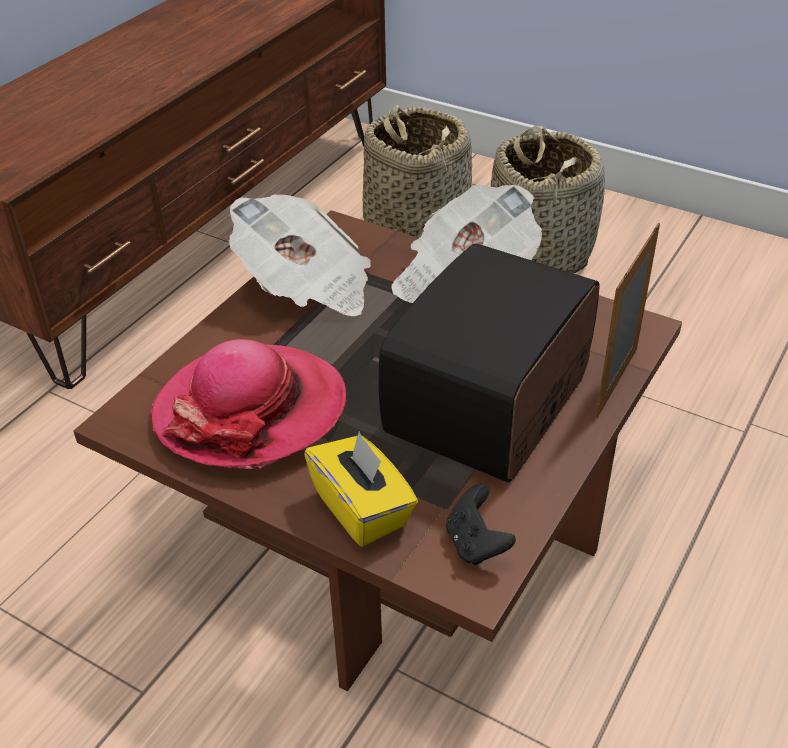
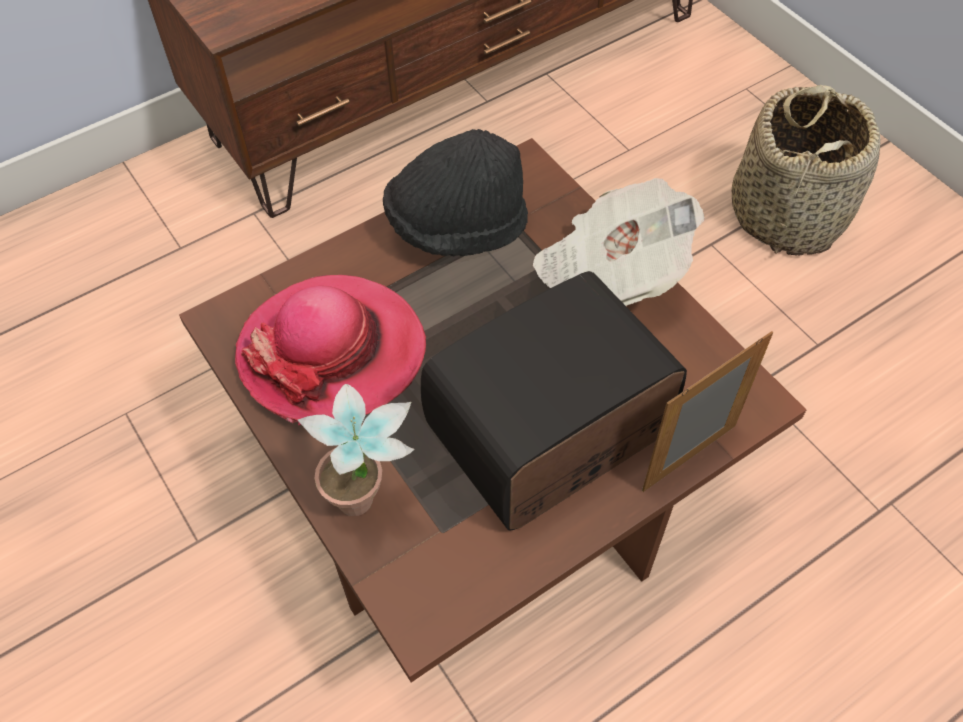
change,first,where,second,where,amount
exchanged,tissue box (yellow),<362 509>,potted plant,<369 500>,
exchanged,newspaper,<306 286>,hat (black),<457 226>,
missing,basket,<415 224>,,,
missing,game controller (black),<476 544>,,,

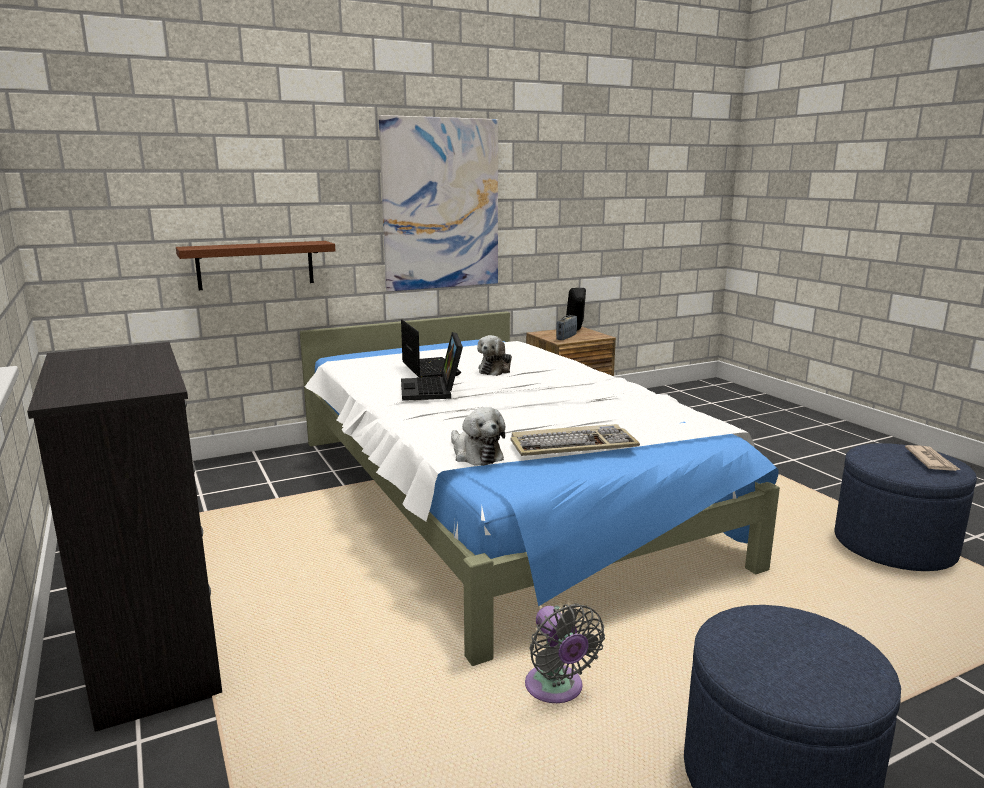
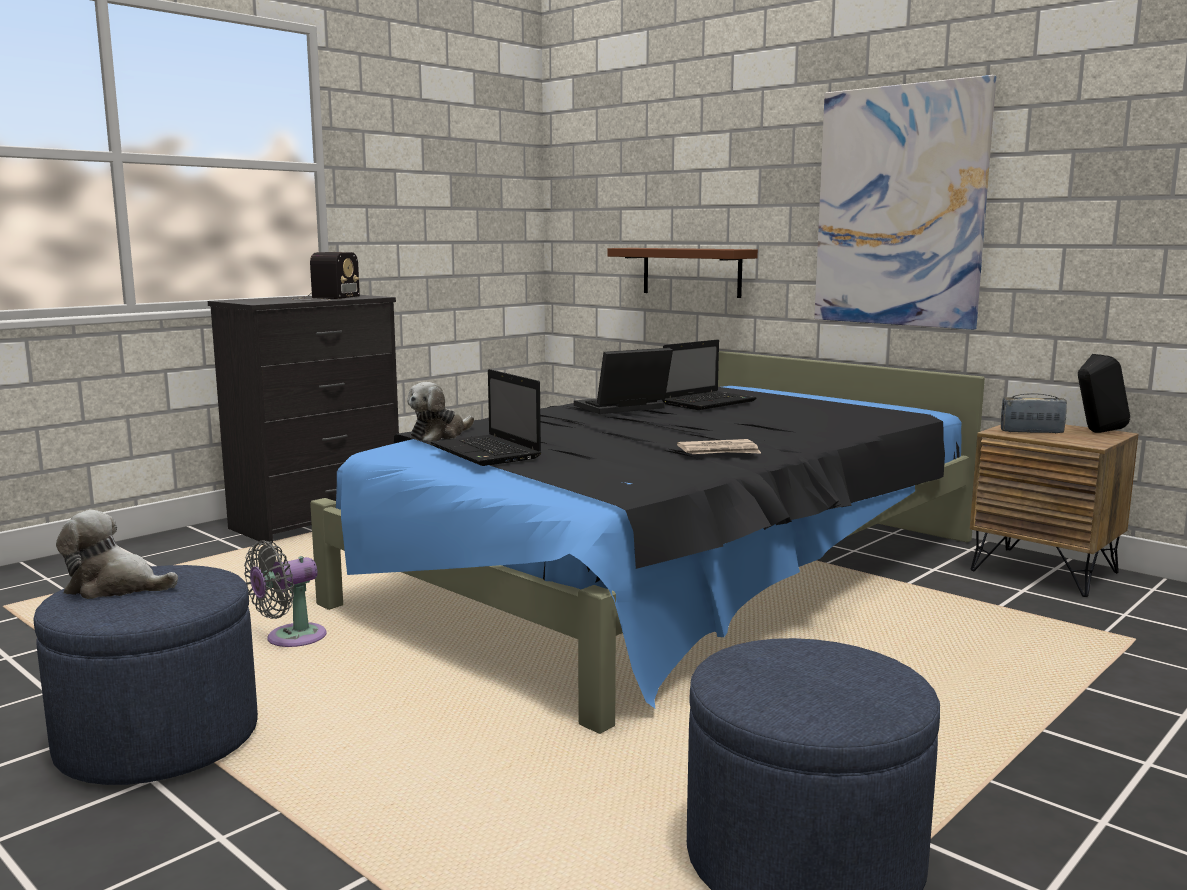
change,first,where,second,where,amount
relocated,plush toy,<496 370>,,<115 587>,
appeared,,,radio,<324 298>,
colour,bed (white),<498 498>,bed (black),<672 572>,
exchanged,keyboard,<573 445>,laptop,<487 453>,
relocated,newspaper,<931 461>,,<719 451>,

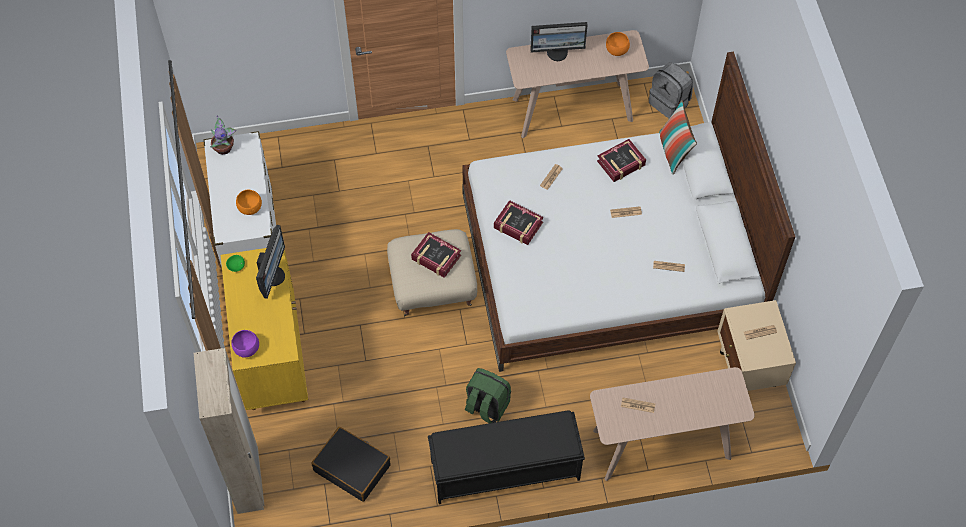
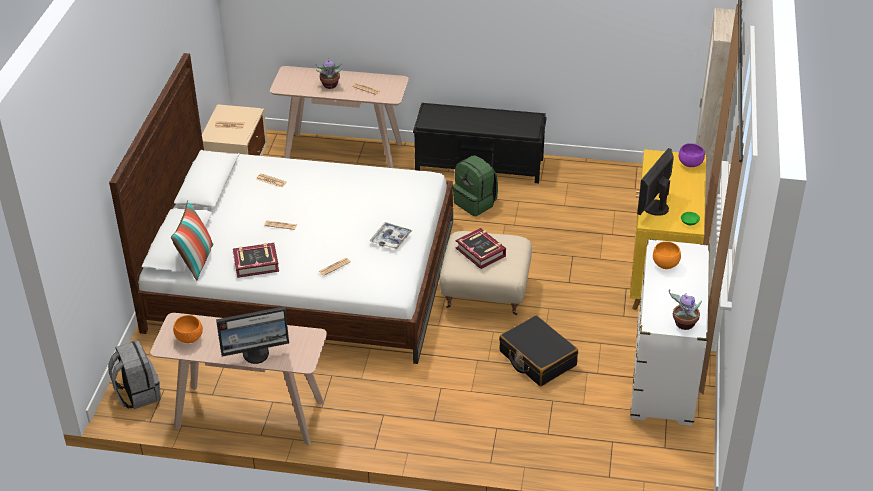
change,first,where,second,where,amount
spun,monitor,<557 52>,,<256 354>,150 degrees clockwise
appeared,,,potted plant,<330 85>,
exchanged,book,<518 225>,tray,<391 239>,
relocated,suitcase (black),<352 468>,,<537 359>,

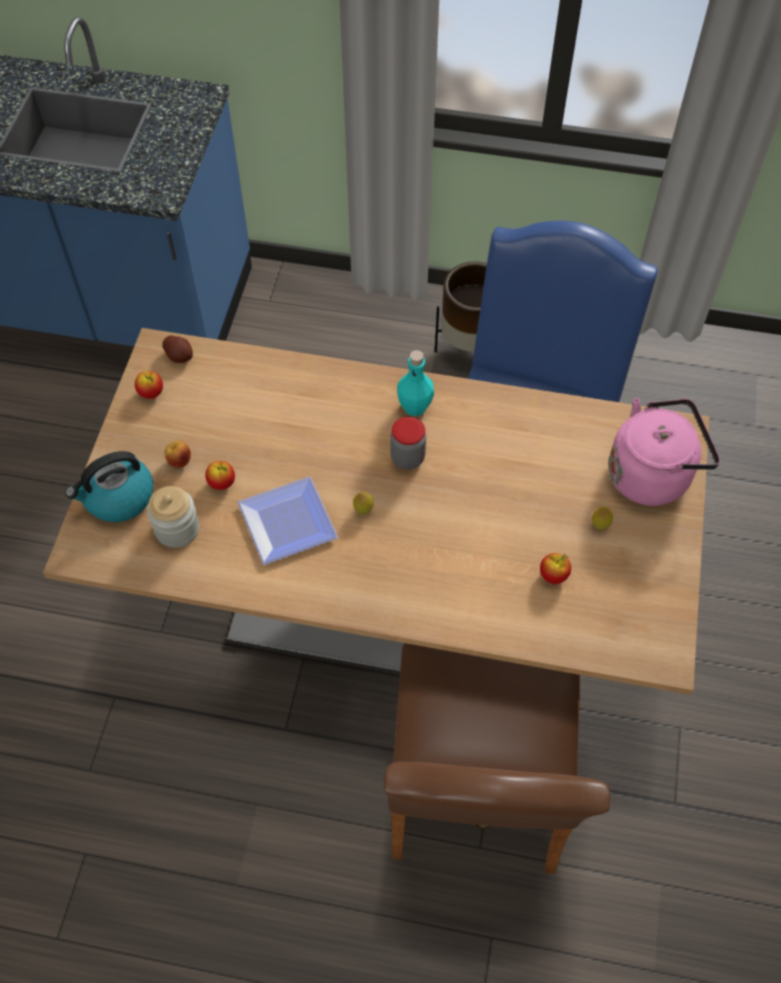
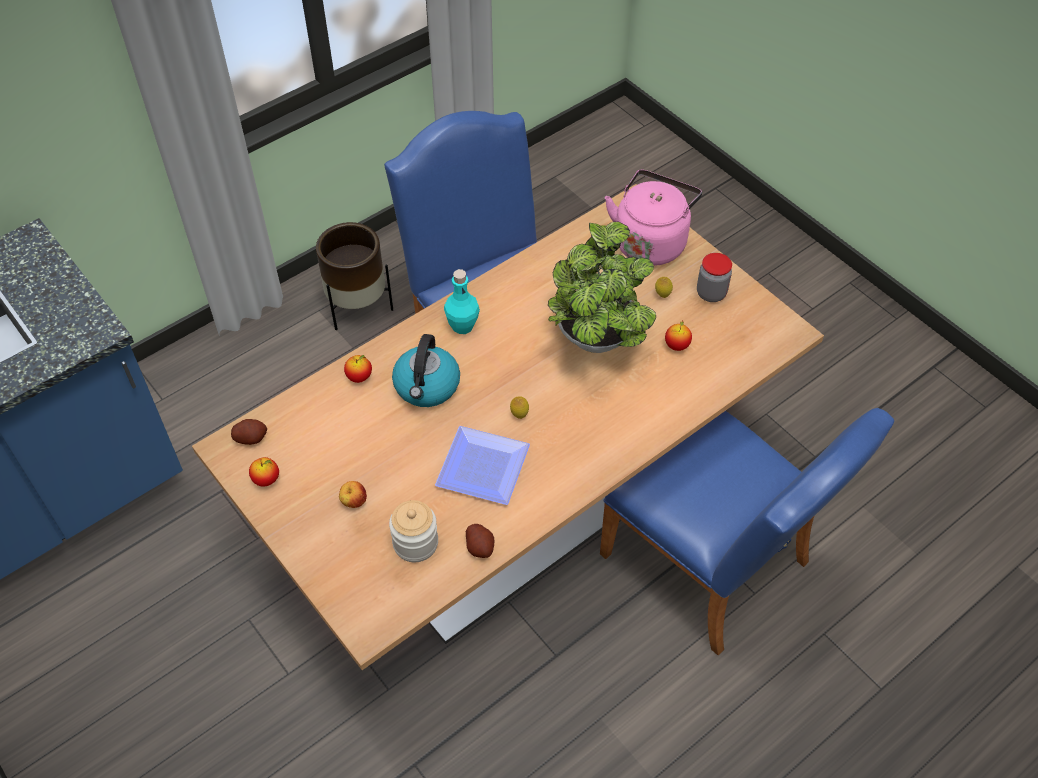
change,first,where,second,where,amount
relocated,apple,<222 483>,,<359 377>,
relocated,kettle,<118 498>,,<427 386>,
appeared,,,potato,<480 547>,
appeared,,,potted plant,<596 342>,
colour,chair (brown),<475 795>,chair (blue),<714 567>,
relocated,jar,<407 458>,,<711 293>,

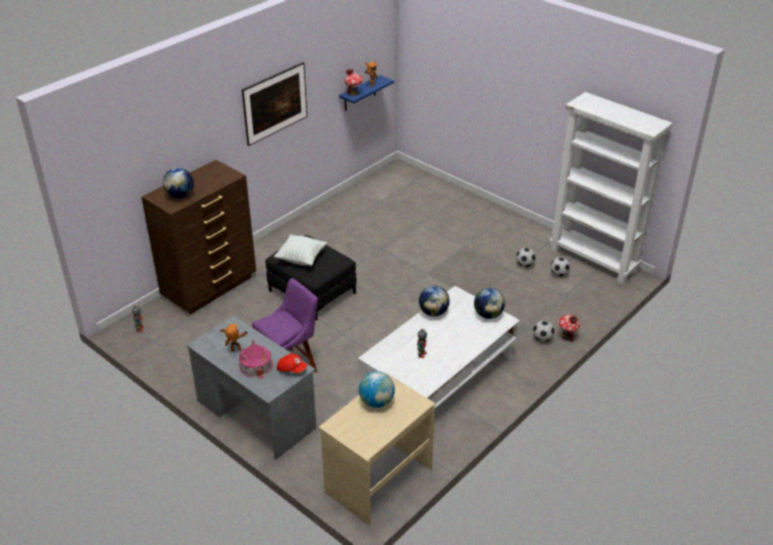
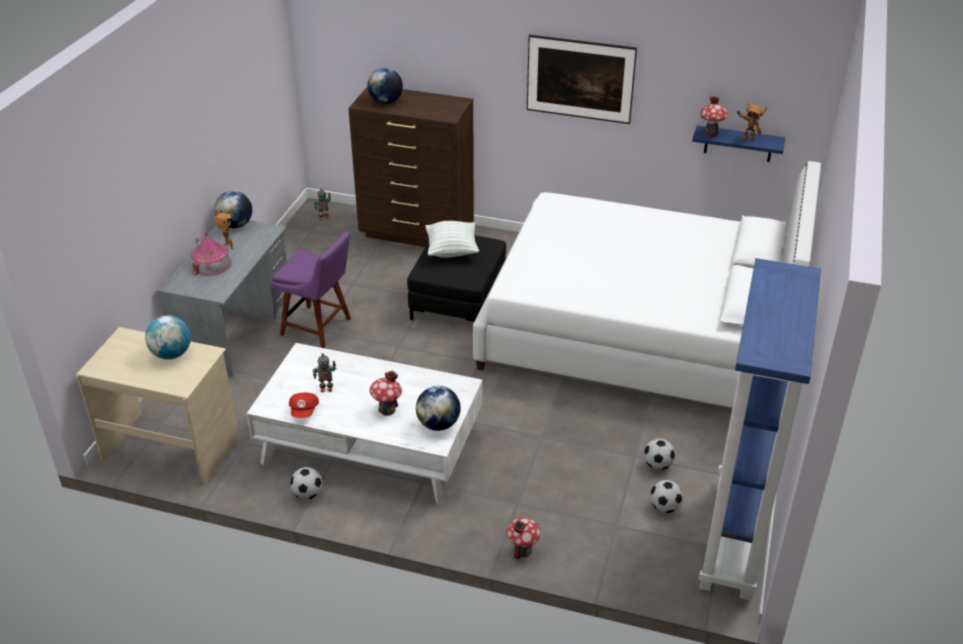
change,first,where,second,where,amount
relocated,globe,<433 312>,,<235 225>,
relocated,cap (red),<292 369>,,<304 411>,
relocated,football,<542 339>,,<308 494>,
appeared,,,toy house,<387 409>,
appeared,,,bed (white),<638 333>,
colour,bookcase (white),<594 260>,bookcase (blue),<734 540>,

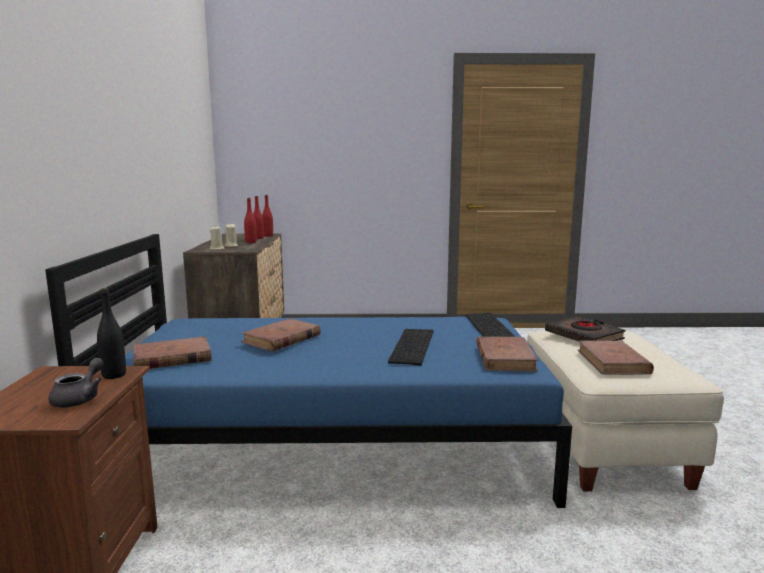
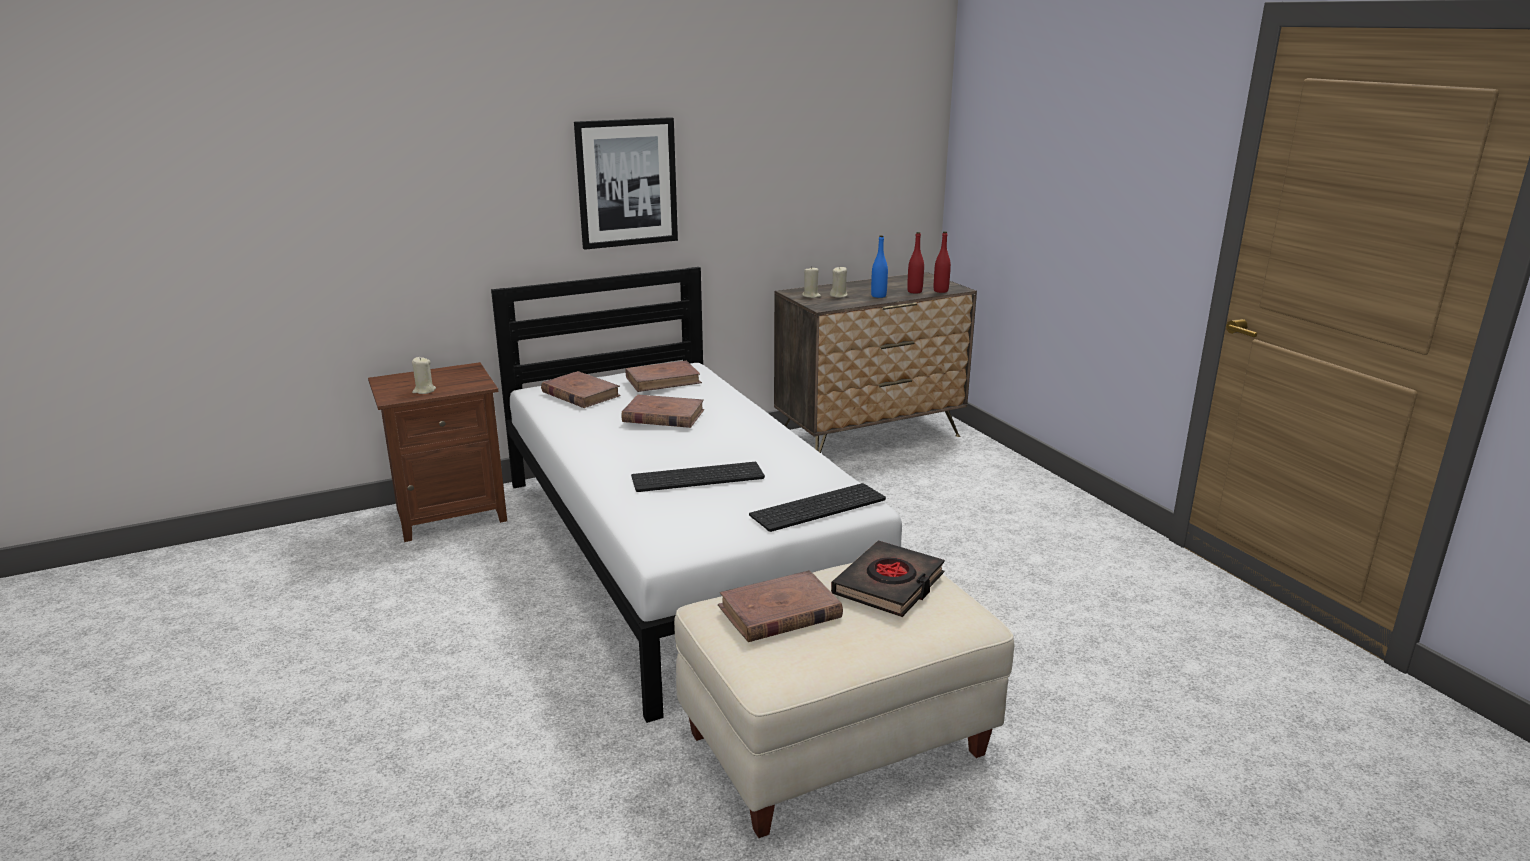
change,first,where,second,where,amount
exchanged,teapot (grey),<80 398>,candle (beige),<424 391>,
colour,bed (blue),<332 446>,bed (white),<682 553>,
appeared,,,picture,<627 183>,
relocated,book (brown),<505 358>,,<663 380>,
colour,bottle (red),<251 242>,bottle (blue),<878 296>,
missing,bottle (black),<114 375>,,,

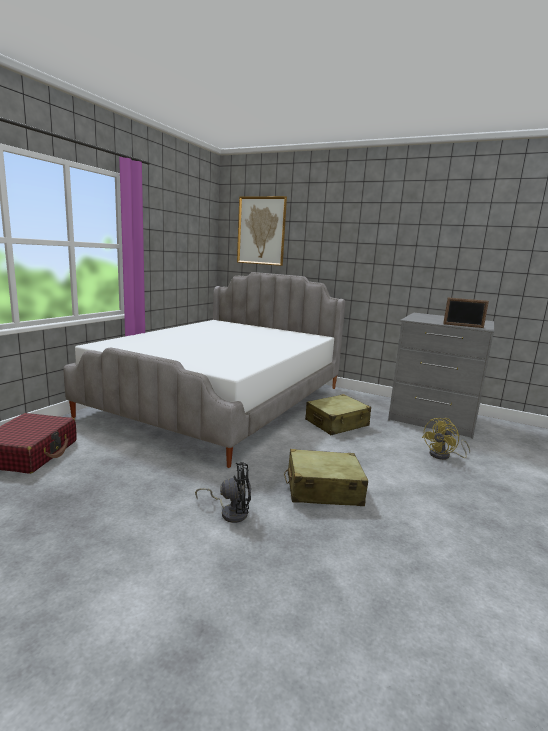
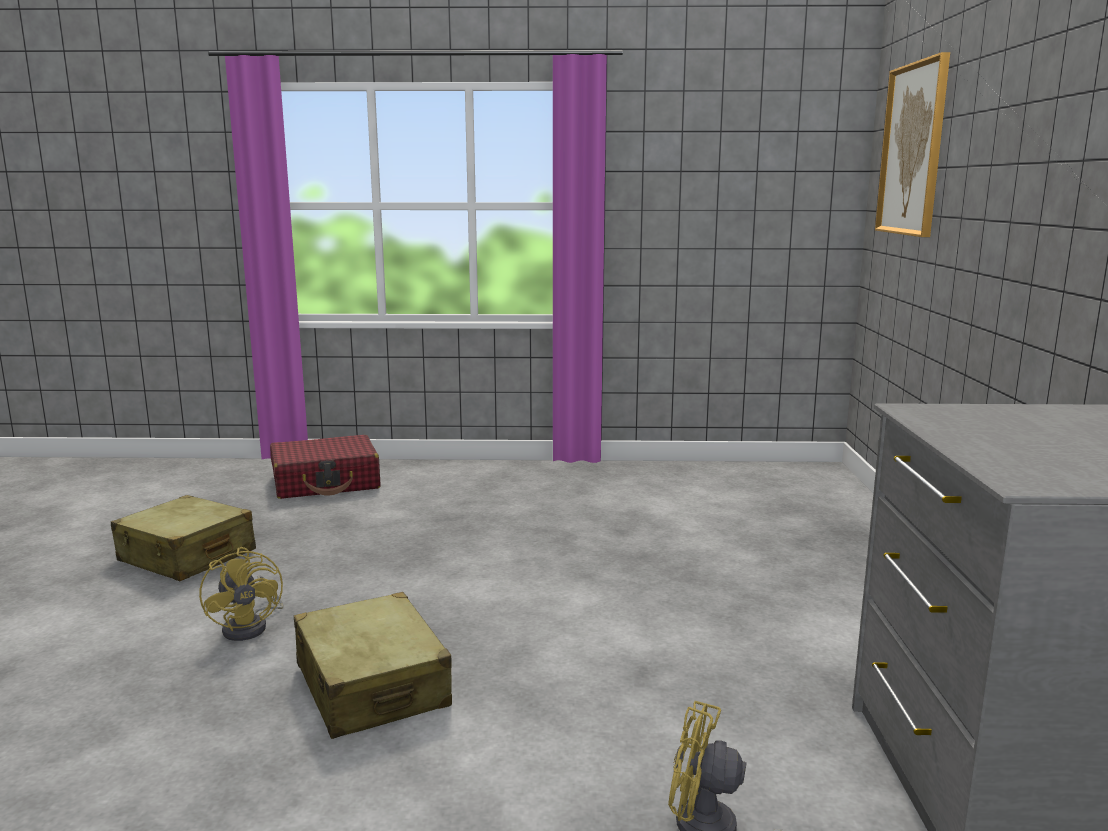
change,first,where,second,where,amount
relocated,suitcase (beige),<337 423>,,<187 556>,
colour,fan (black),<230 512>,fan (yellow),<251 626>,
missing,bed,<221 401>,,,
missing,picture frame,<463 326>,,,

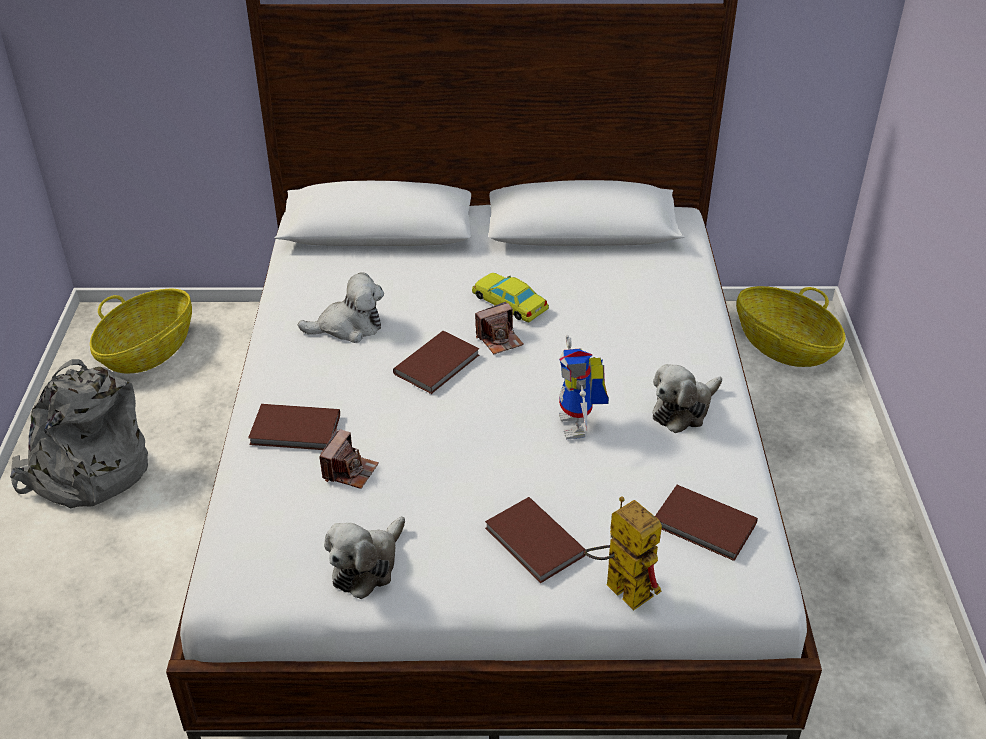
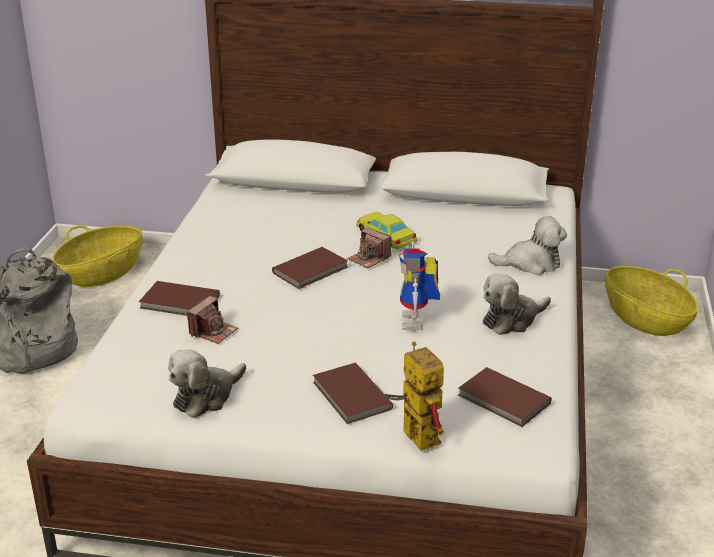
change,first,where,second,where,amount
spun,photo camera,<499 339>,,<369 259>,60 degrees clockwise
relocated,plush toy,<348 327>,,<530 264>,

